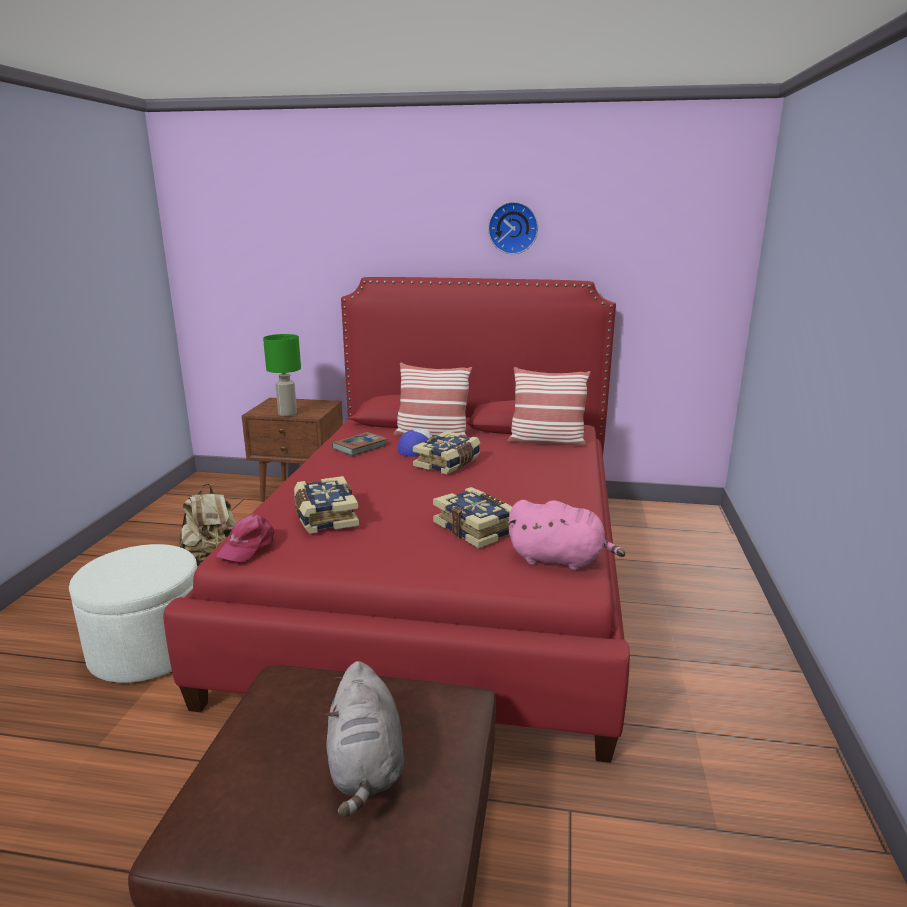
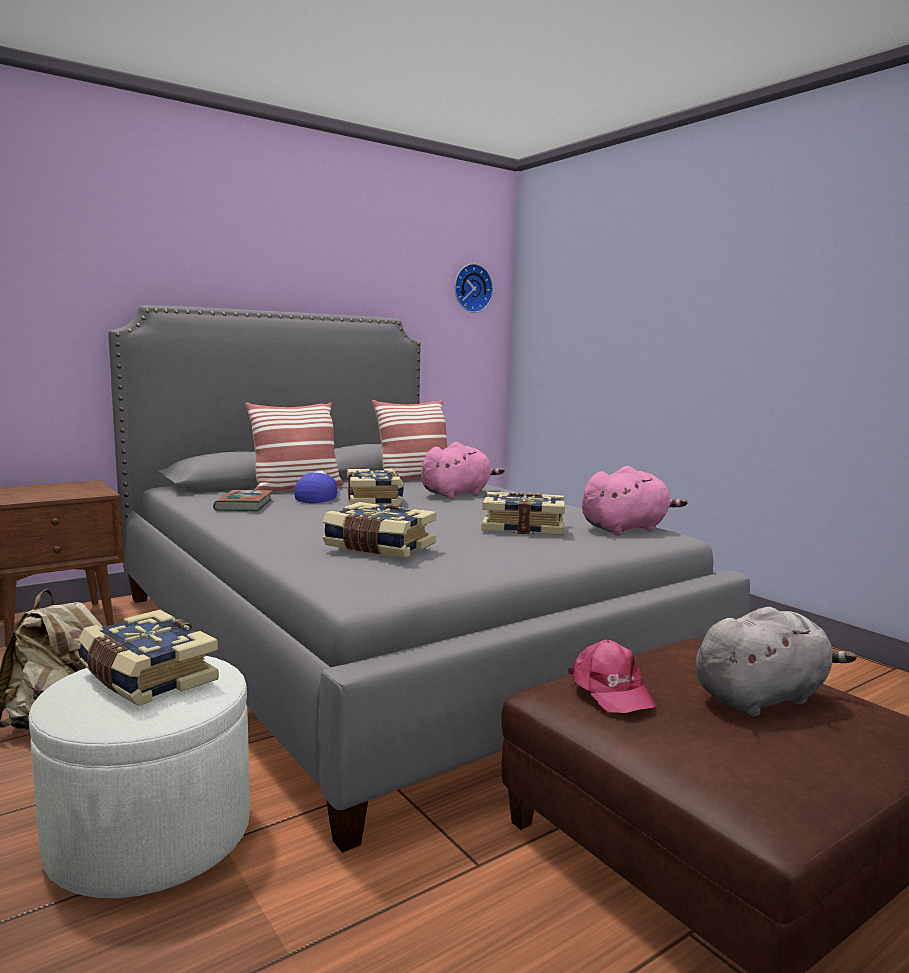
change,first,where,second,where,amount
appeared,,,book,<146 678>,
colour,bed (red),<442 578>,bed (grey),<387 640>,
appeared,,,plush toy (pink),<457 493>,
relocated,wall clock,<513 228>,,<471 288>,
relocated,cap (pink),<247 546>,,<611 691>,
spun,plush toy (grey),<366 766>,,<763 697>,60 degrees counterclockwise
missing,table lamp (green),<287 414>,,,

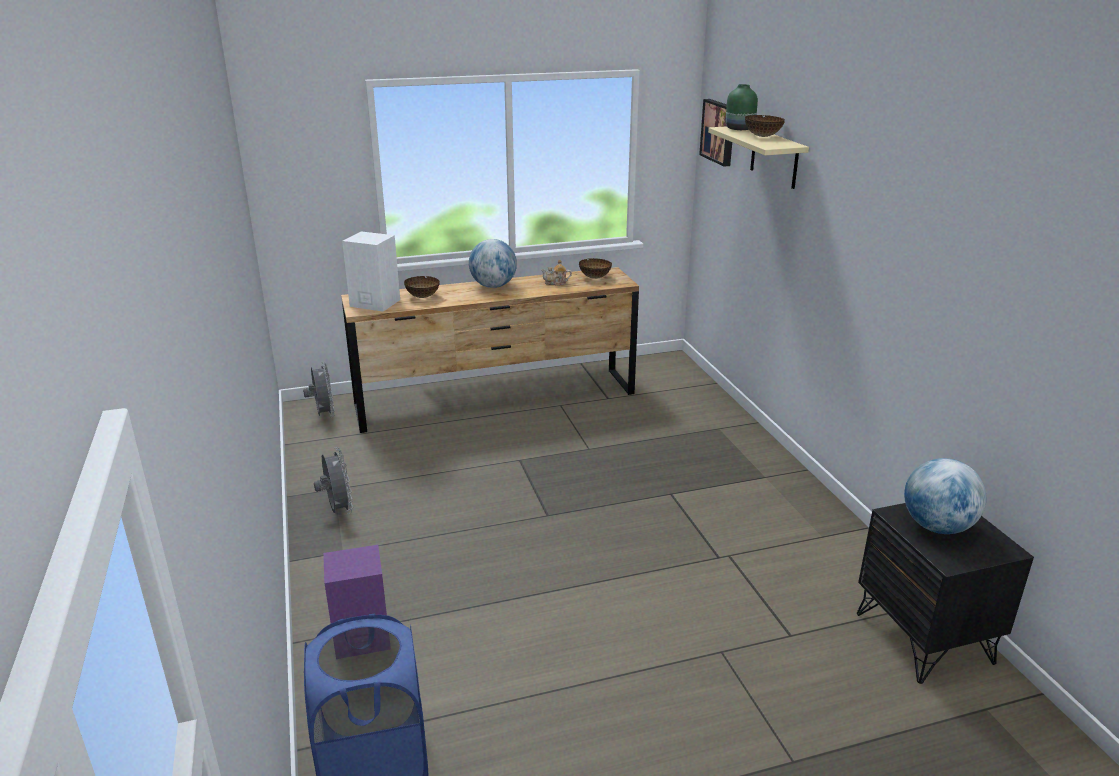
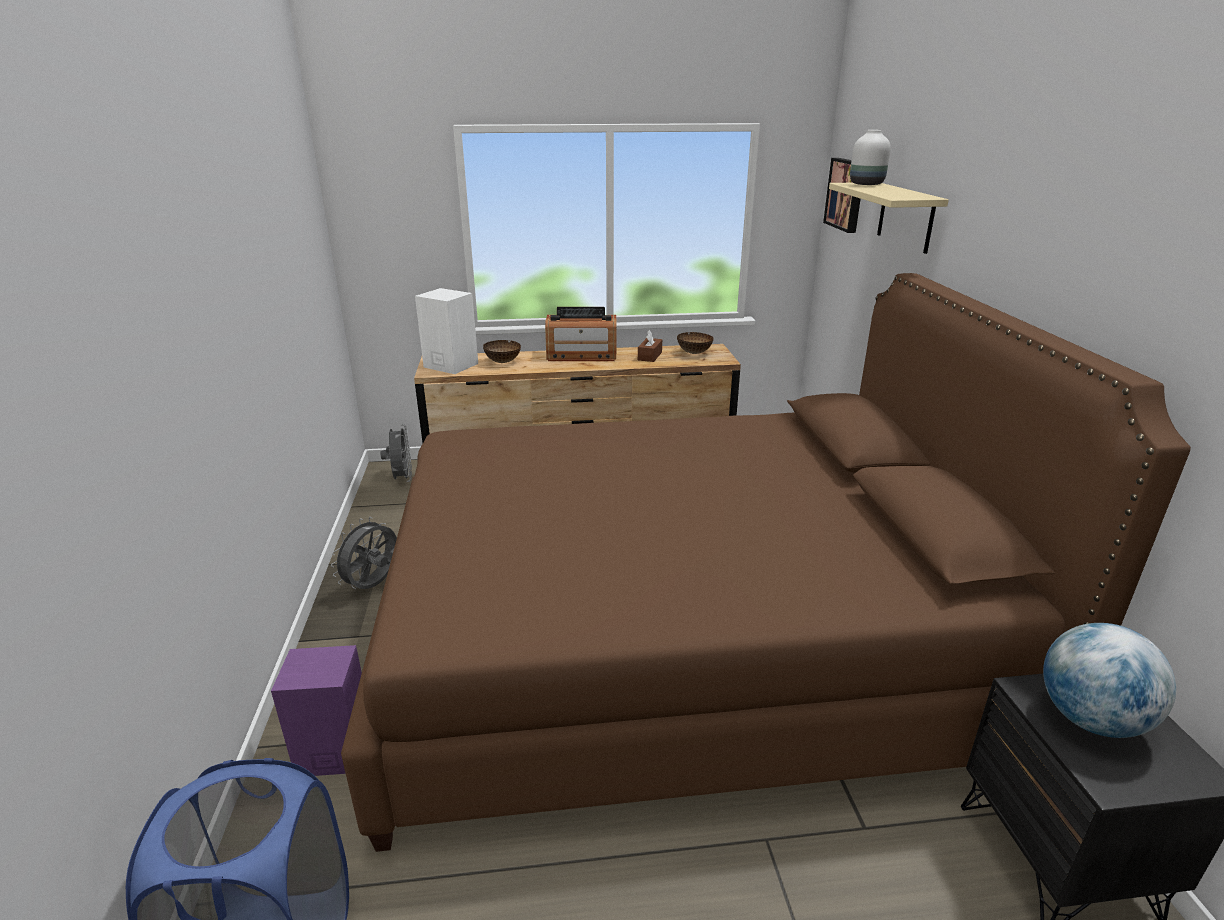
change,first,where,second,where,amount
spun,fan (grey),<338 510>,,<373 585>,135 degrees counterclockwise
appeared,,,bed (brown),<679 647>,
exchanged,globe,<493 286>,radio,<581 355>,
exchanged,teapot,<556 283>,tissue box (brown),<649 356>,
colour,vase (green),<738 129>,vase (white),<865 184>,
missing,bowl,<763 136>,,,

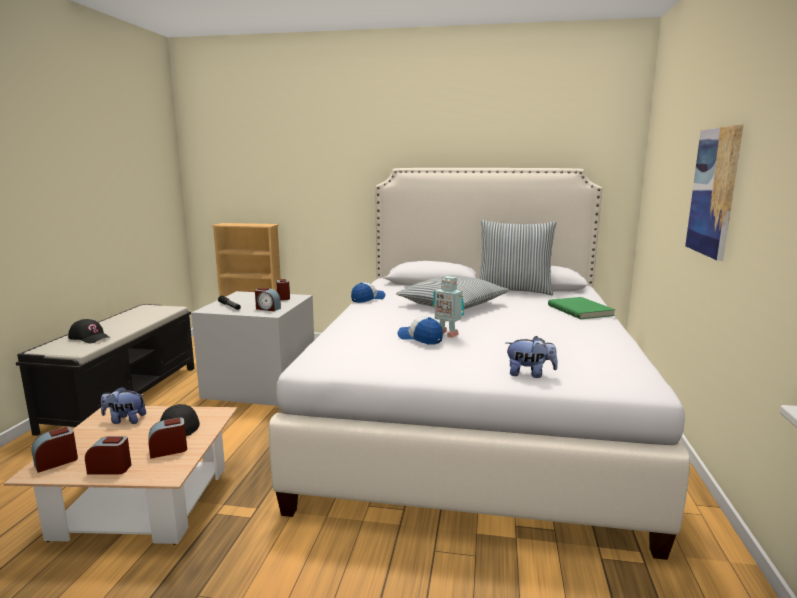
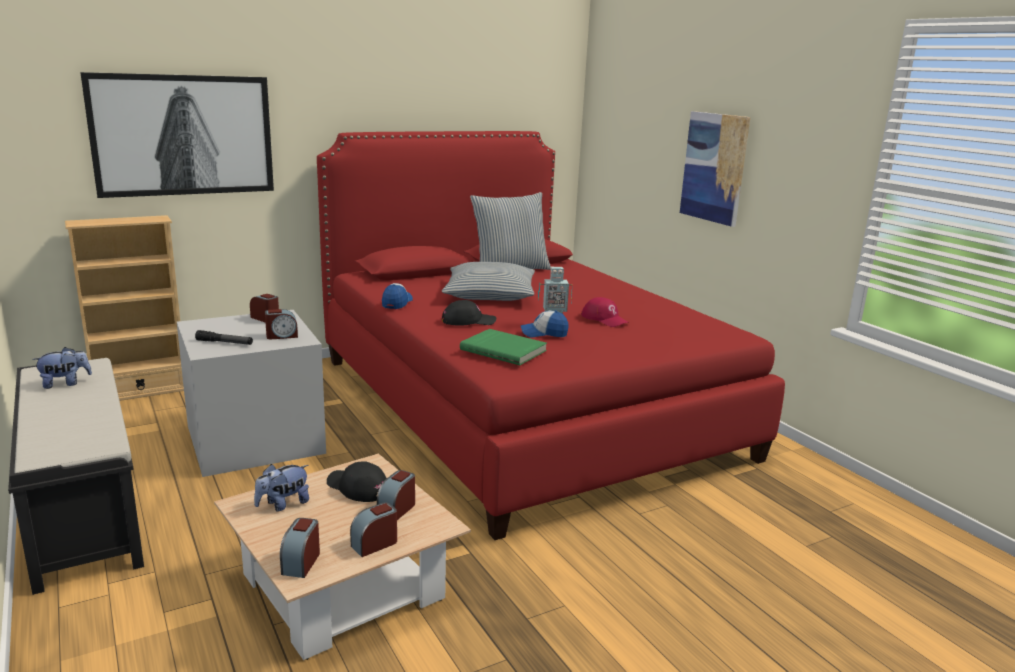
change,first,where,second,where,amount
relocated,plush toy,<529 374>,,<65 383>,
appeared,,,picture,<183 135>,
colour,bed (white),<472 414>,bed (red),<521 405>,
relocated,cap (black),<90 337>,,<468 321>,
relocated,book (green),<581 310>,,<504 349>,
appeared,,,cap (red),<604 319>,

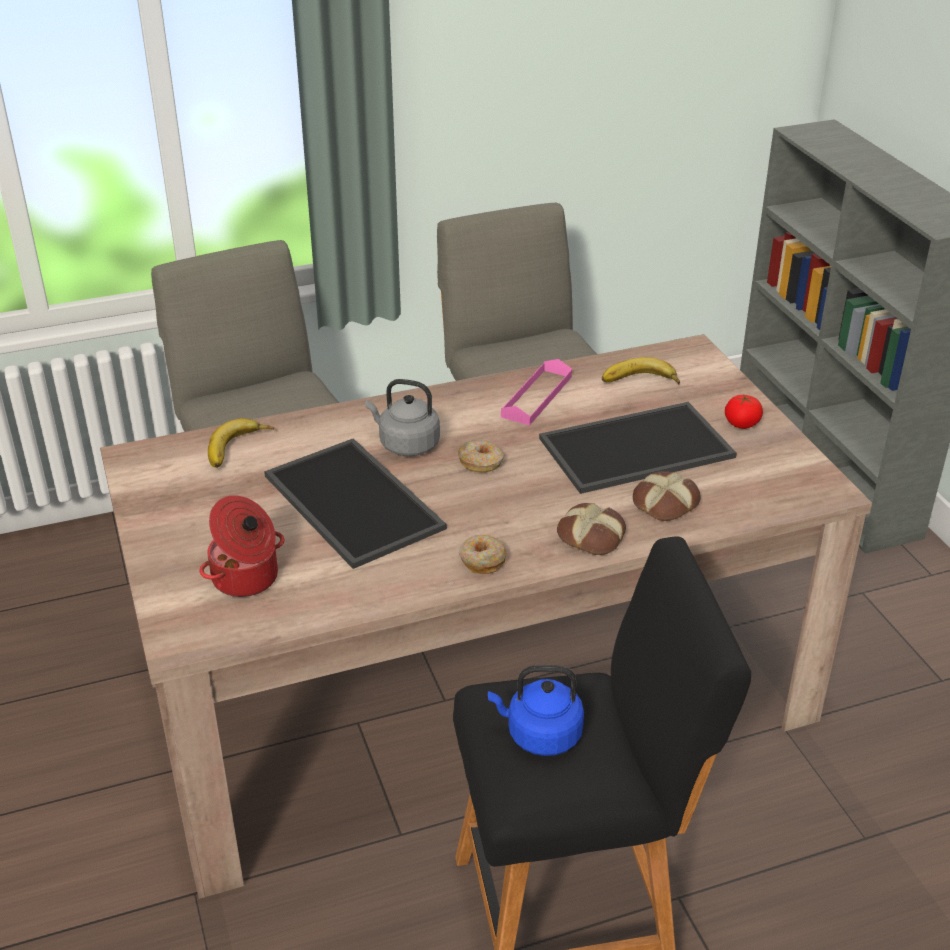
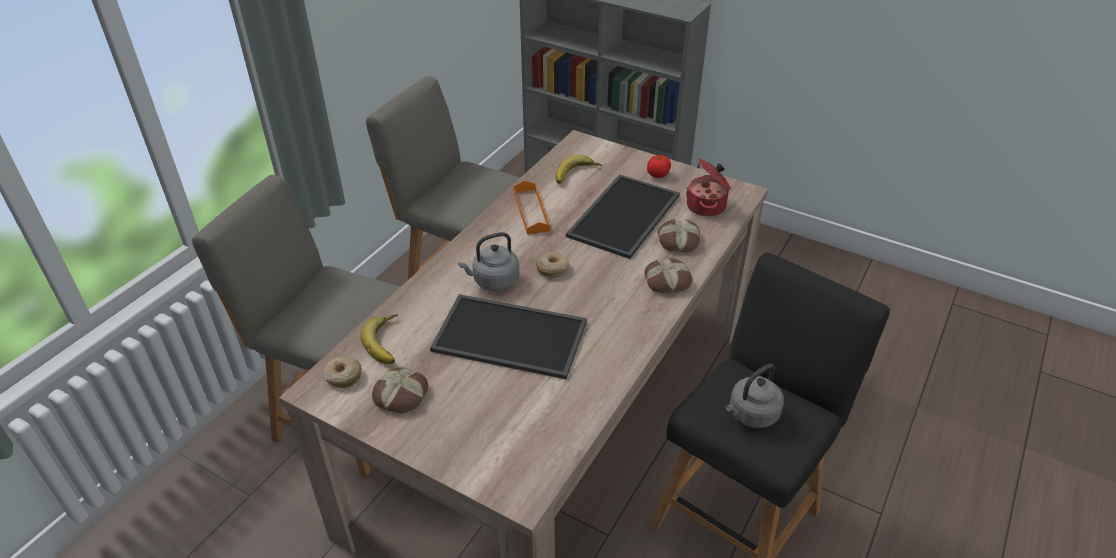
change,first,where,second,where,amount
relocated,donut,<482 560>,,<343 376>,
appeared,,,bread,<402 396>,
colour,tray (pink),<537 397>,tray (orange),<531 211>,
relocated,cooking pot,<246 578>,,<707 206>,
colour,kettle (blue),<540 735>,kettle (grey),<751 415>,

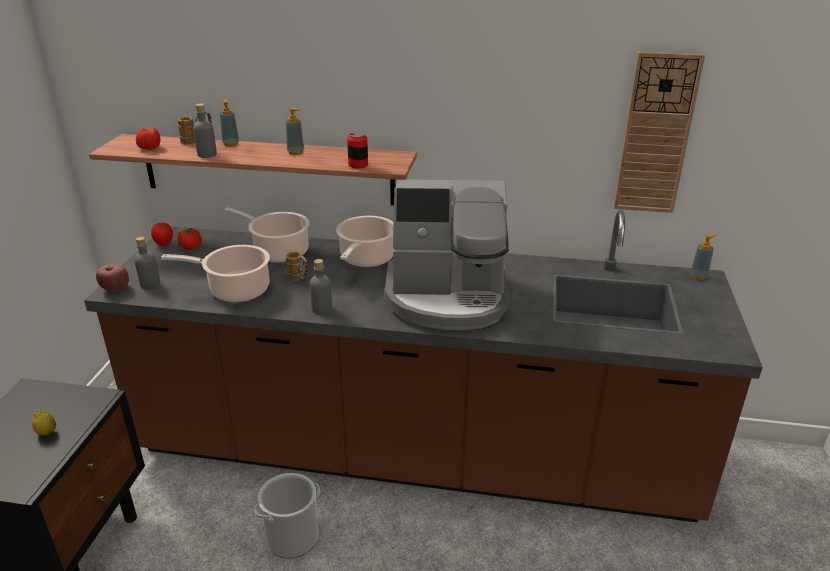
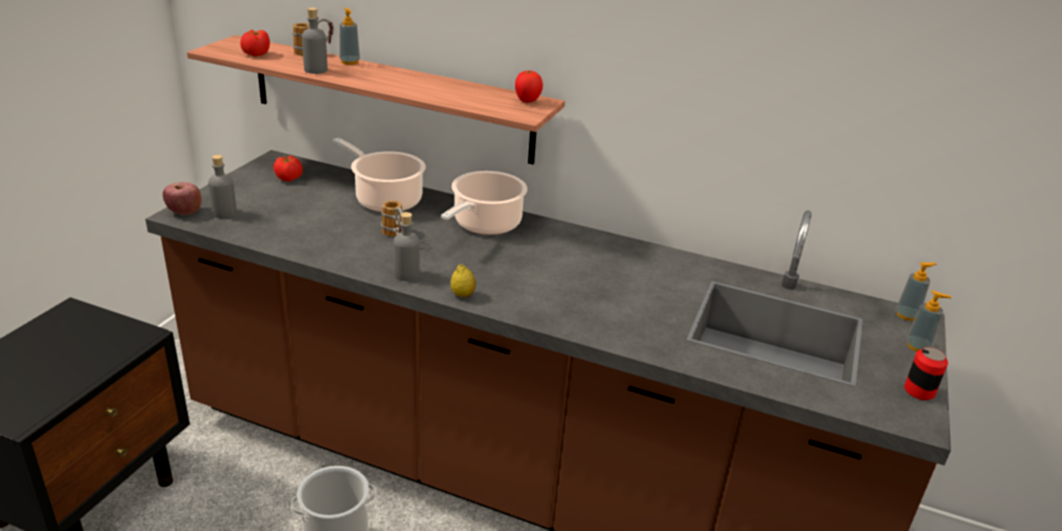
change,first,where,second,where,amount
relocated,lemon,<47 432>,,<462 295>,
relocated,tomato,<164 244>,,<527 101>,
relocated,can,<358 165>,,<919 391>,
relocated,soap dispenser,<296 152>,,<917 346>,
missing,cooking pot,<235 290>,,,
missing,coffee machine,<447 297>,,,
missing,wall clock,<656 135>,,,

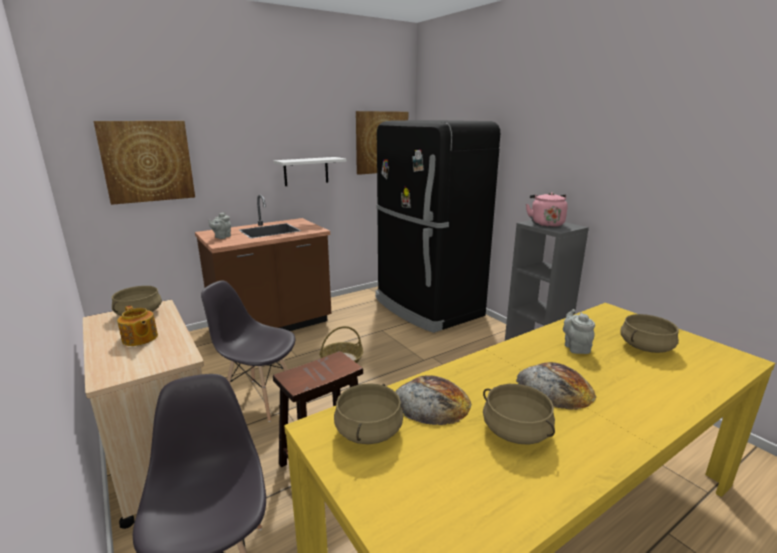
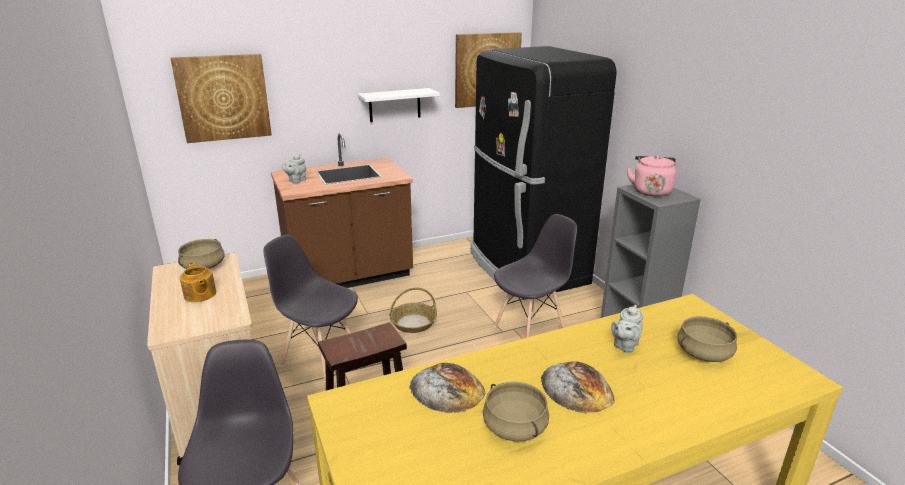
change,first,where,second,where,amount
appeared,,,chair (grey),<530 330>,
spun,teapot (grey),<575 347>,,<624 345>,150 degrees counterclockwise
missing,cooking pot (beige),<369 431>,,,

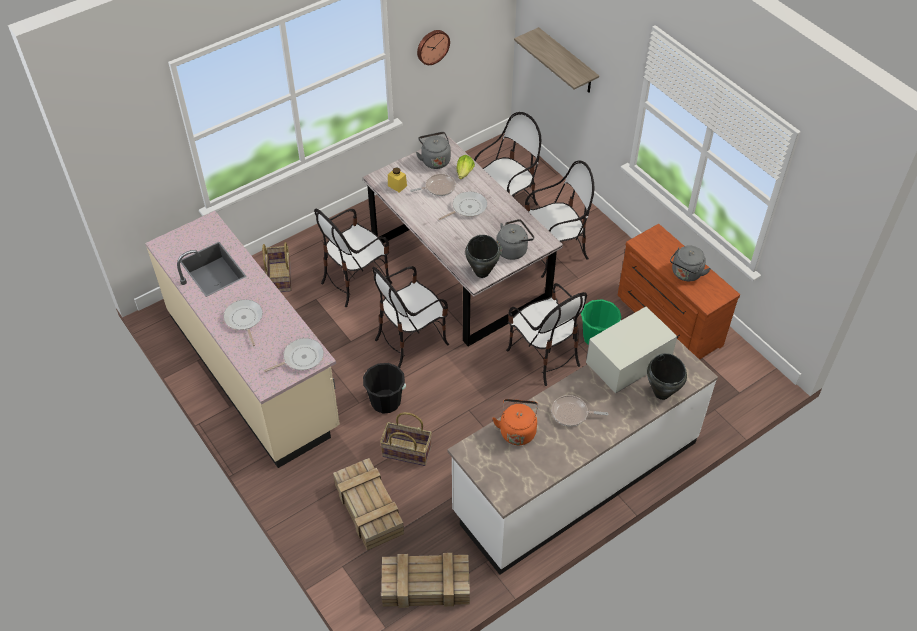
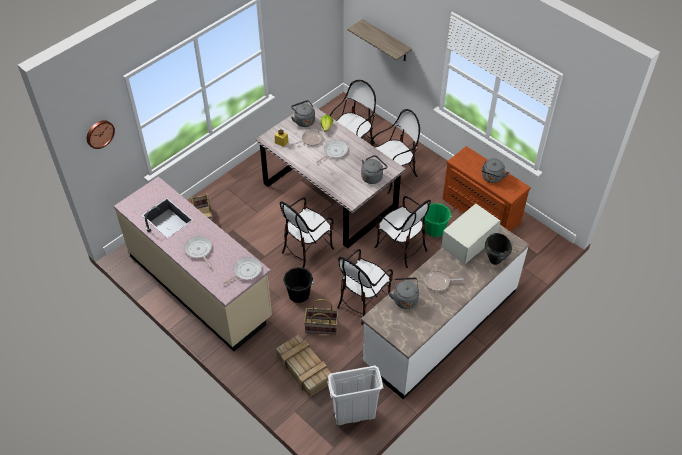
change,first,where,second,where,amount
relocated,wall clock,<432 46>,,<99 133>,
exchanged,crate,<424 586>,trash can (white),<354 415>,
relocated,chair,<356 280>,,<363 301>,
colour,kettle (orange),<517 430>,kettle (grey),<405 299>,
missing,cooking pot (black),<482 272>,,,

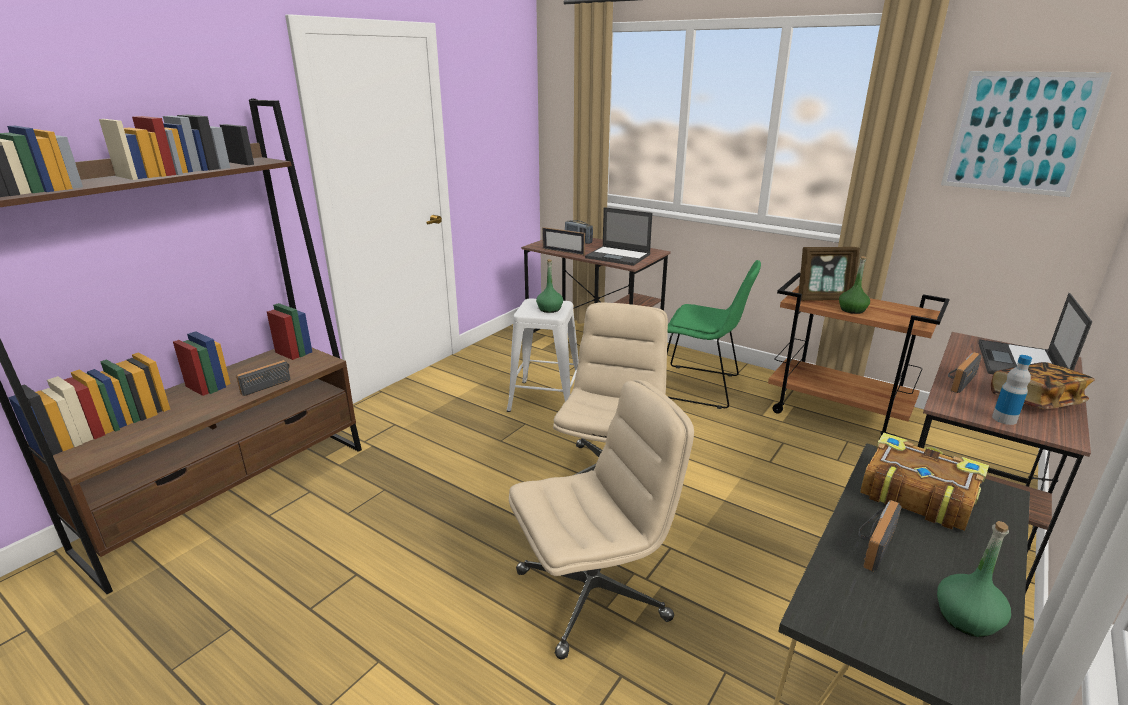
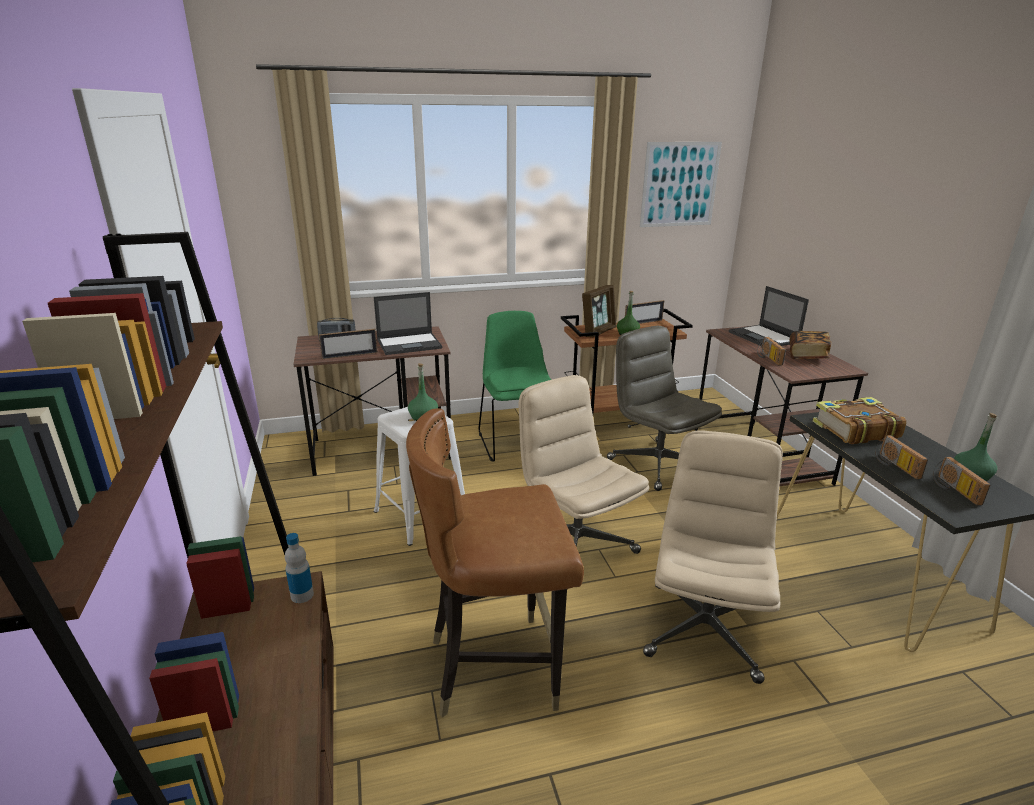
change,first,where,second,where,amount
relocated,bottle,<1004 419>,,<302 595>,
appeared,,,chair (brown),<495 667>,
spun,chair (green),<702 387>,,<517 441>,75 degrees counterclockwise
appeared,,,office chair (grey),<656 464>,
appeared,,,picture frame,<643 322>,
relocated,radio,<266 385>,,<953 489>,

